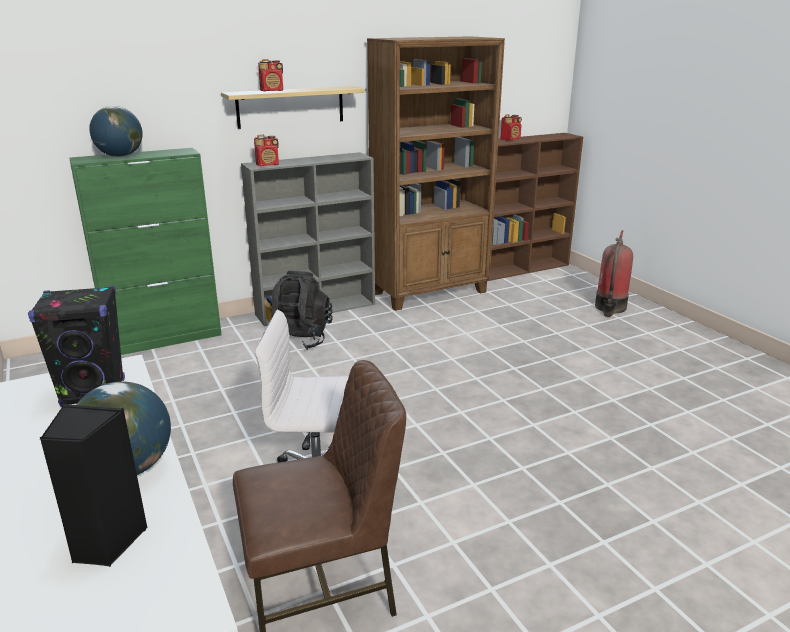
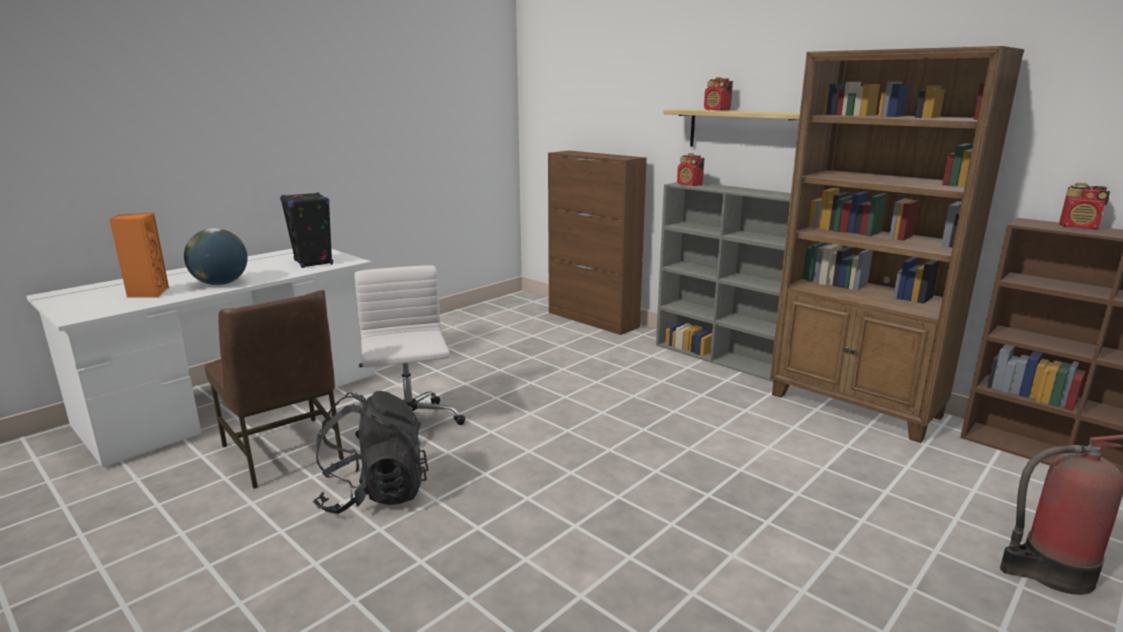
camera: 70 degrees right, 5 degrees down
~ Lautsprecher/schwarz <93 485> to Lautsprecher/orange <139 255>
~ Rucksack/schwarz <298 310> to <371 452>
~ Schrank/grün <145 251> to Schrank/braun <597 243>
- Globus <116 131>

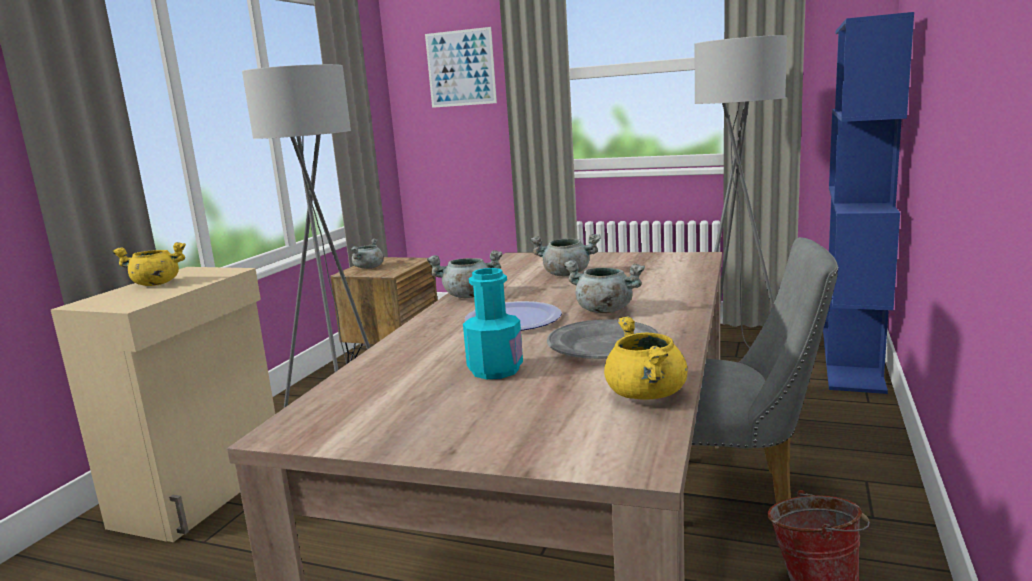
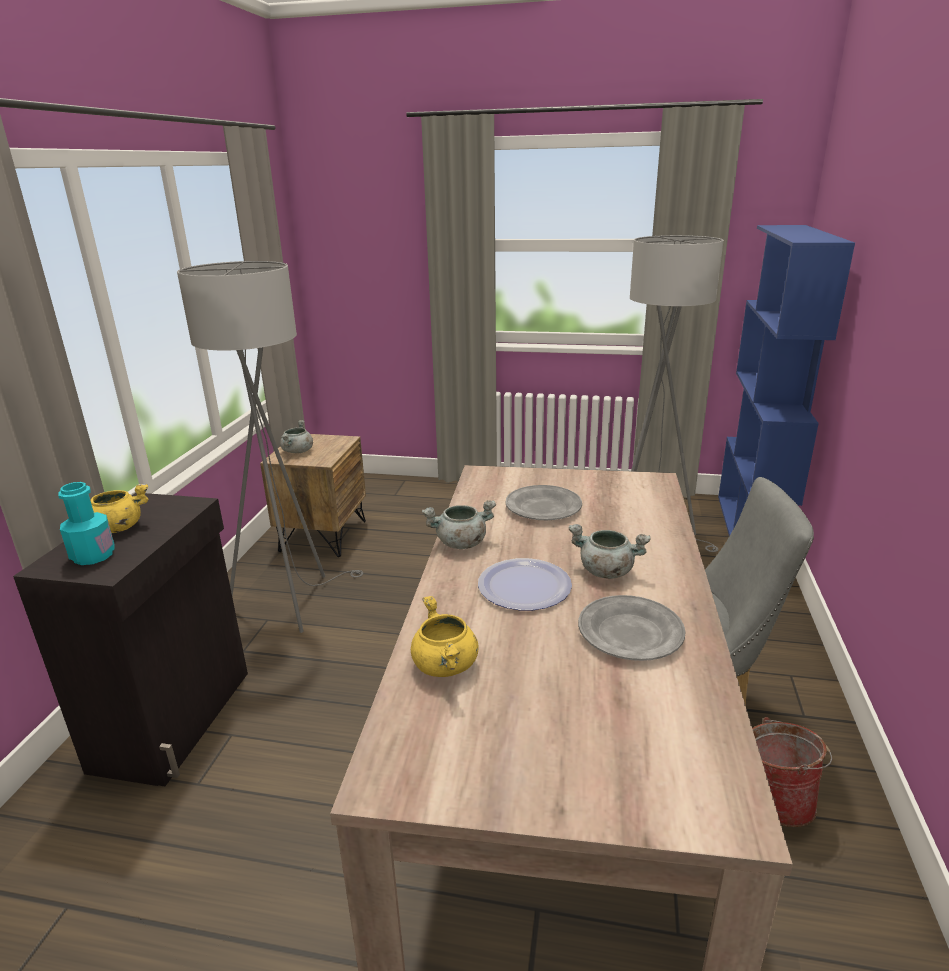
camera: 10 degrees left, 10 degrees up
~ Schrank/beige <162 404> to Schrank/schwarz <130 639>
~ Flasche/türkis <493 323> to <86 523>
~ Kochtopf/gelb <645 358> to <445 636>
~ Kochtopf/grau <565 255> to Teller/grau <543 502>
- Bild <461 67>

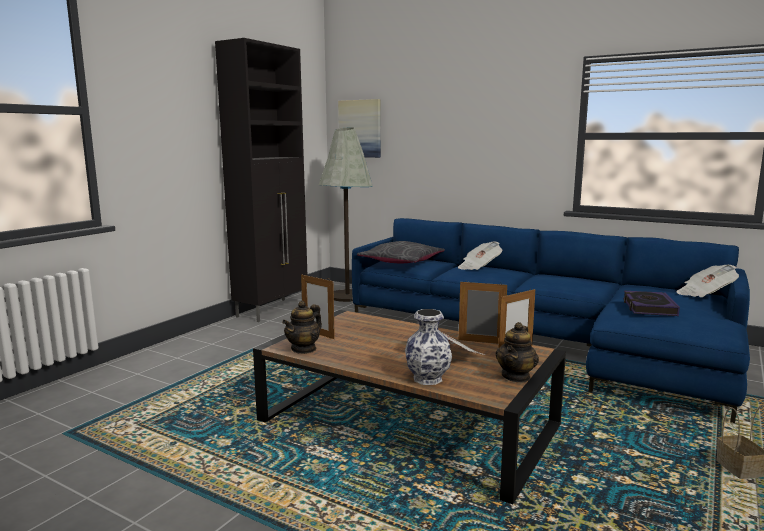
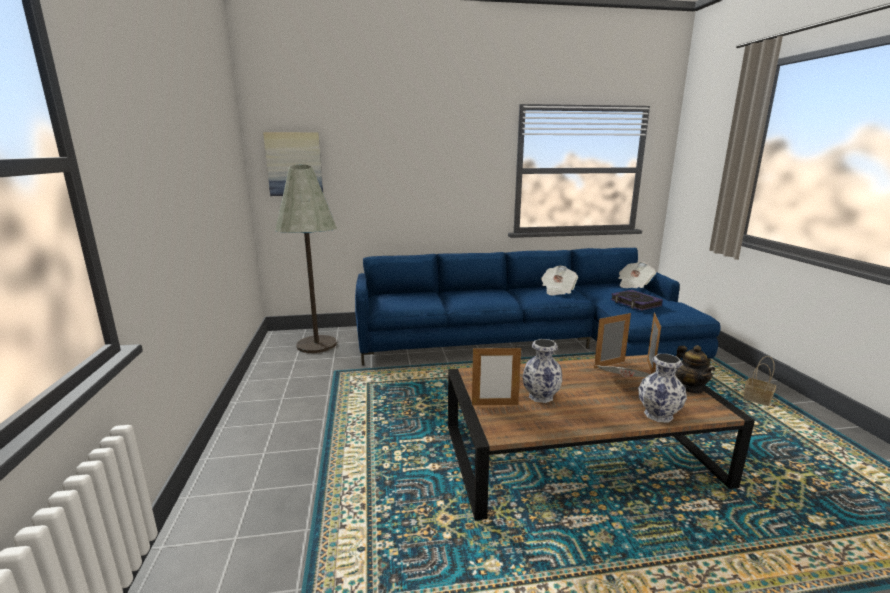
camera: 40 degrees left, 5 degrees up
+ Vase <542 371>
~ Zeitung <480 256> to <559 280>
- Schrank/schwarz <261 180>
- Teekanne <302 327>
- Kissen/grau <401 252>

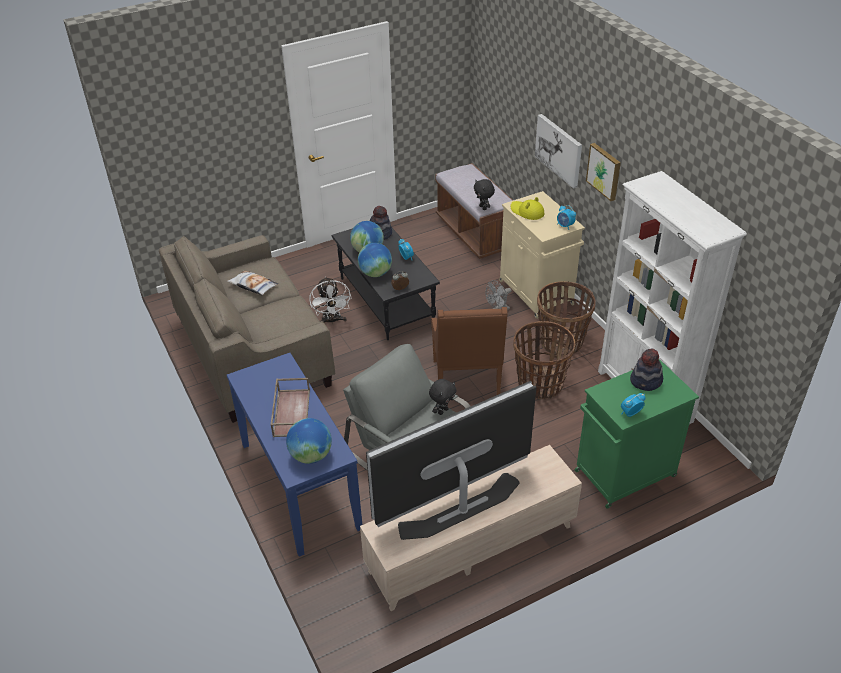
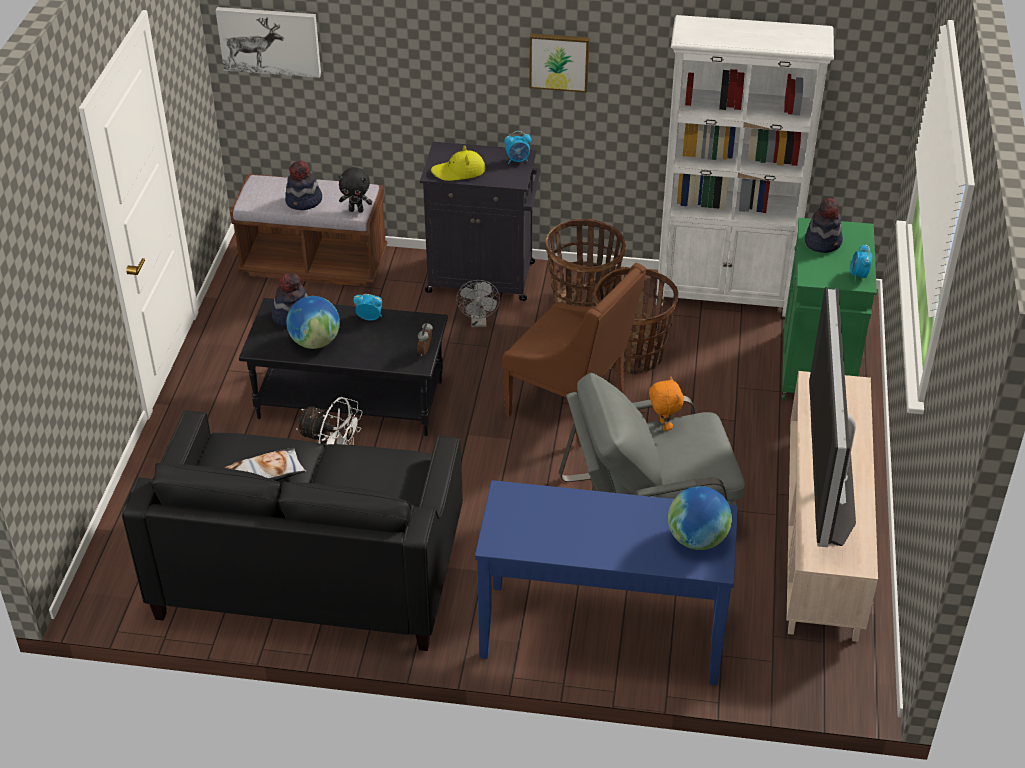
camera: 55 degrees left, 0 degrees up
~ Sofa/beige <247 329> to Sofa/schwarz <292 530>
~ Bild <558 151> to <268 42>
+ Hut <303 185>
~ Schrank/beige <542 255> to Schrank/schwarz <480 221>
~ Plüschtier/schwarz <442 397> to Plüschtier/orange <666 404>
- Tablett/braun <290 407>
- Globus <375 260>

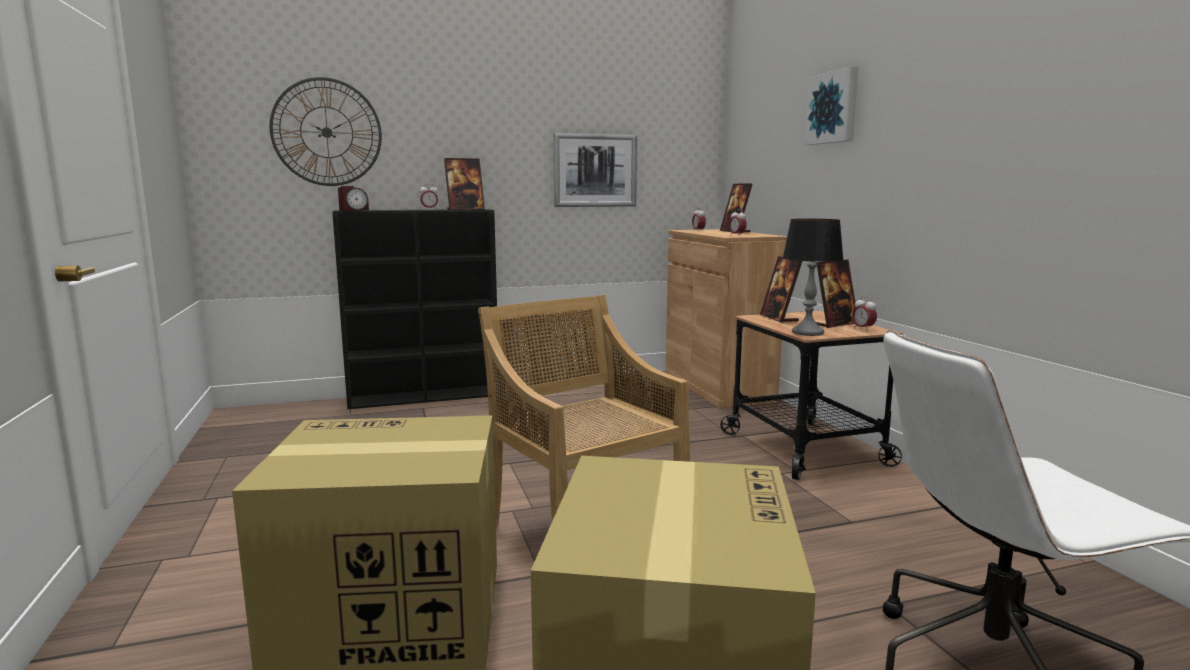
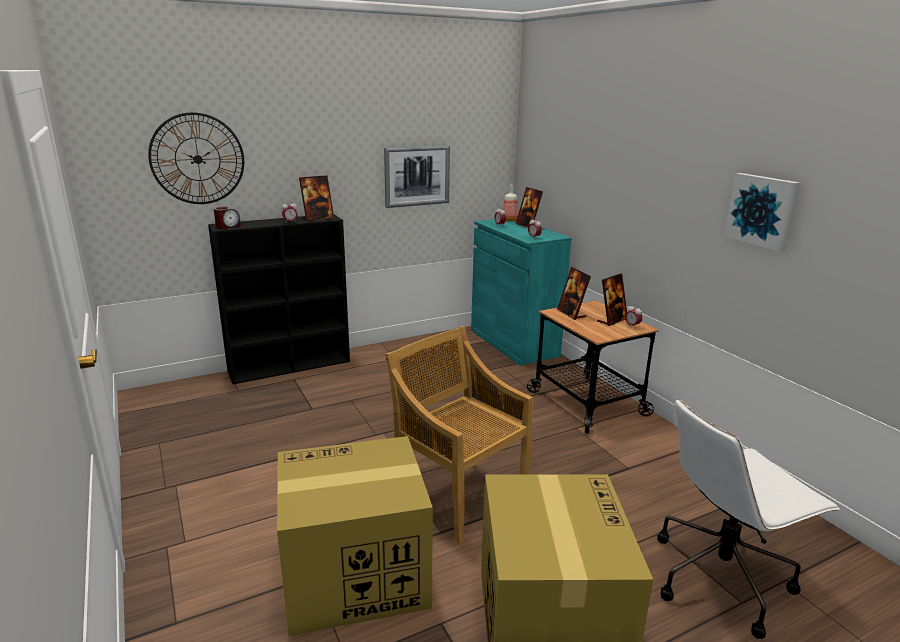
camera: 10 degrees left, 10 degrees up
~ Schrank/braun <726 318> to Schrank/türkis <521 292>
+ Flasche <511 203>
~ Bild <831 105> to <762 212>
- Tischlampe <813 277>

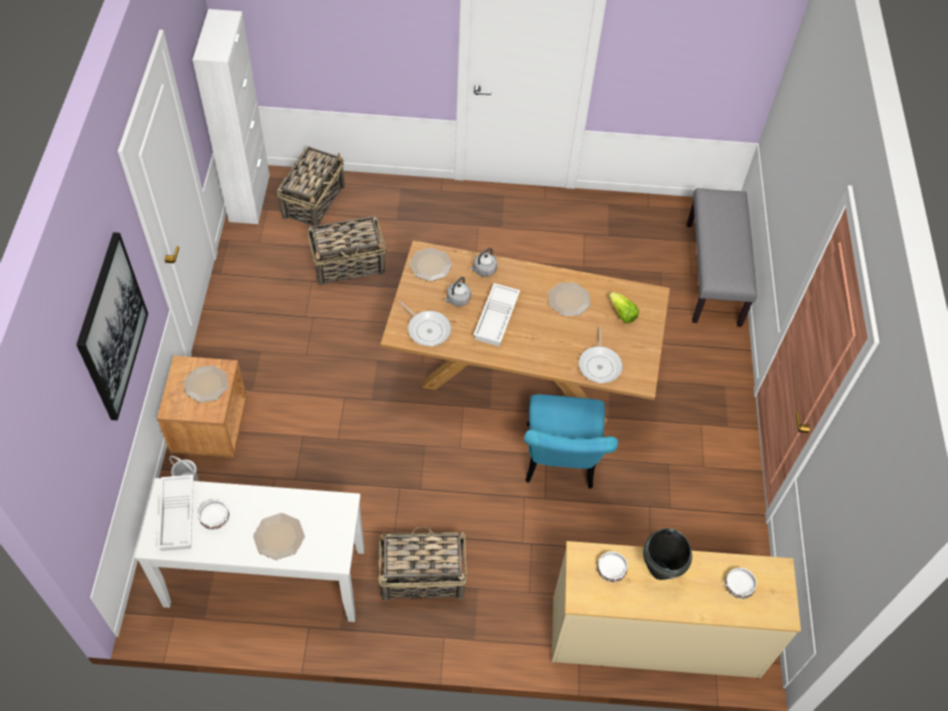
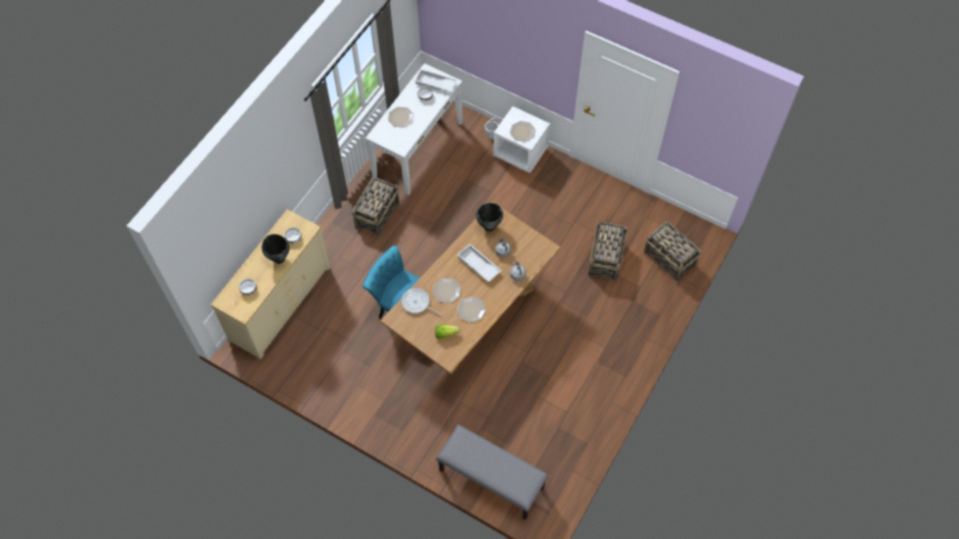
camera: 120 degrees right, 5 degrees up
~ Teller <430 264> to <447 290>
~ Pfanne <424 323> to Kochtopf/schwarz <489 217>
~ Nachttisch/braun <202 407> to Nachttisch/weiß <521 139>
- Bild <112 326>
- Schrank/weiß <231 116>

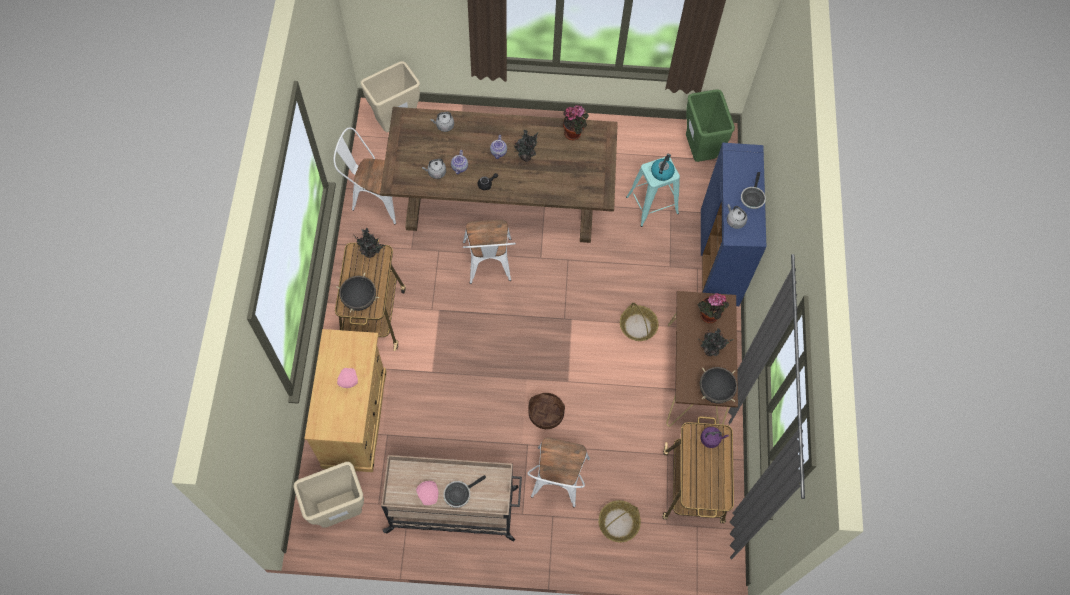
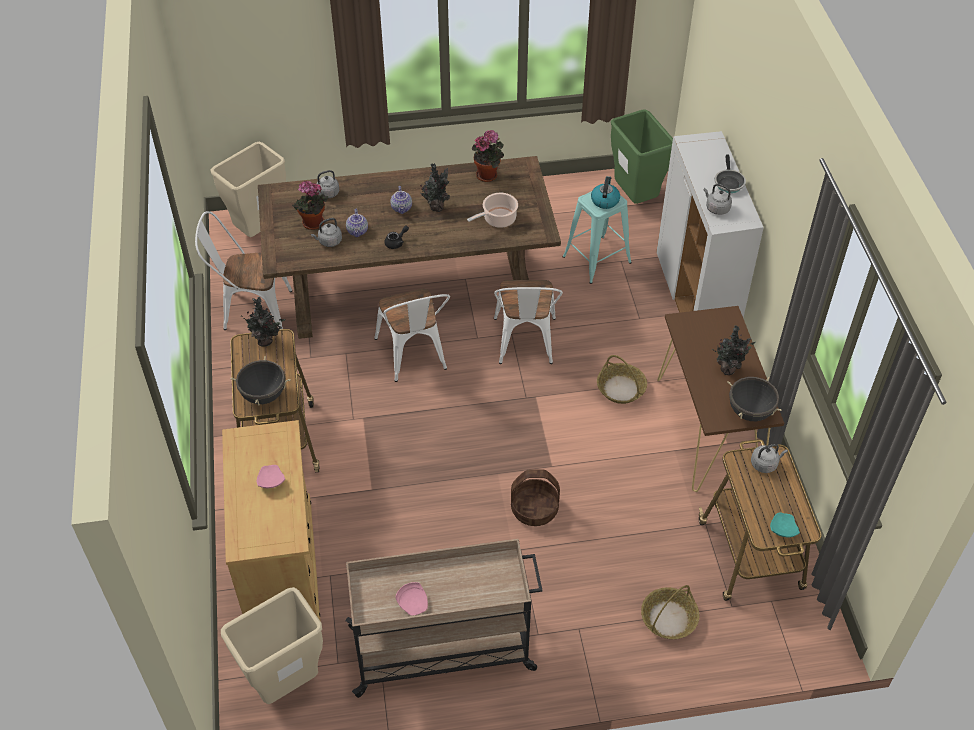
camera: 10 degrees left, 15 degrees down
~ Topfpflanze <713 308> to <310 205>
+ Kochtopf <492 210>
~ Stuhl/weiß <558 472> to <528 322>
~ Schrank/blau <733 224> to Schrank/weiß <710 224>
~ Wasserkessel/lila <715 437> to Wasserkessel/grau <769 458>
+ Teller/türkis <785 525>
- Pfanne <464 491>

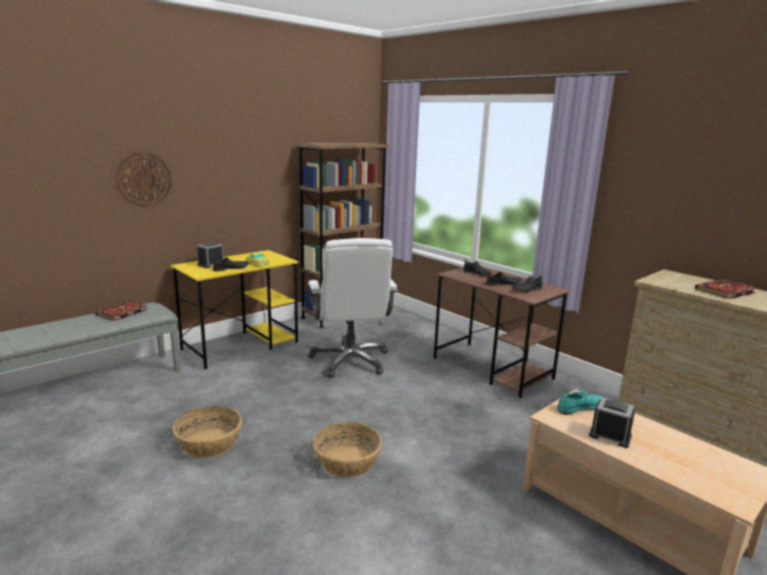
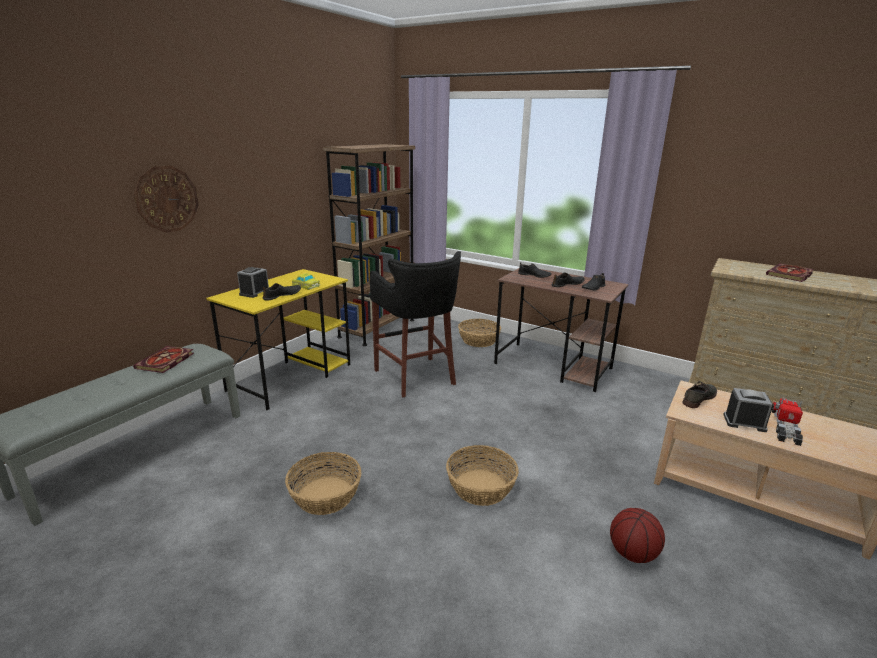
camera: 15 degrees left, 5 degrees up
~ Bürostuhl/weiß <353 308> to Hocker/schwarz <415 324>
+ Korb <479 333>
+ Basketball <637 535>
~ Schuh/türkis <579 401> to Schuh/grau <699 394>
+ Spielzeuglaster <787 421>

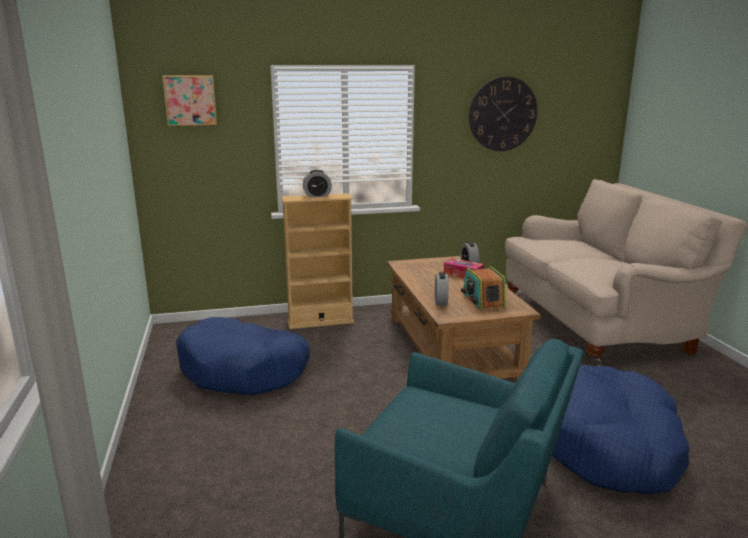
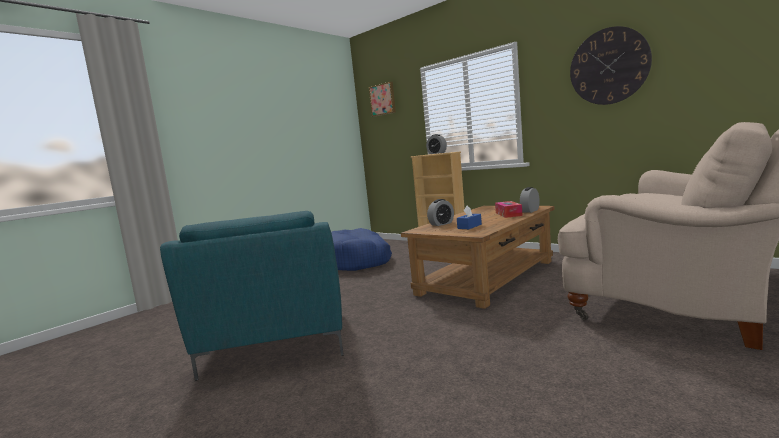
camera: 55 degrees right, 10 degrees down
~ Radio <483 288> to Taschentuchbox/blau <469 217>
- Hundebett/blau <621 430>

